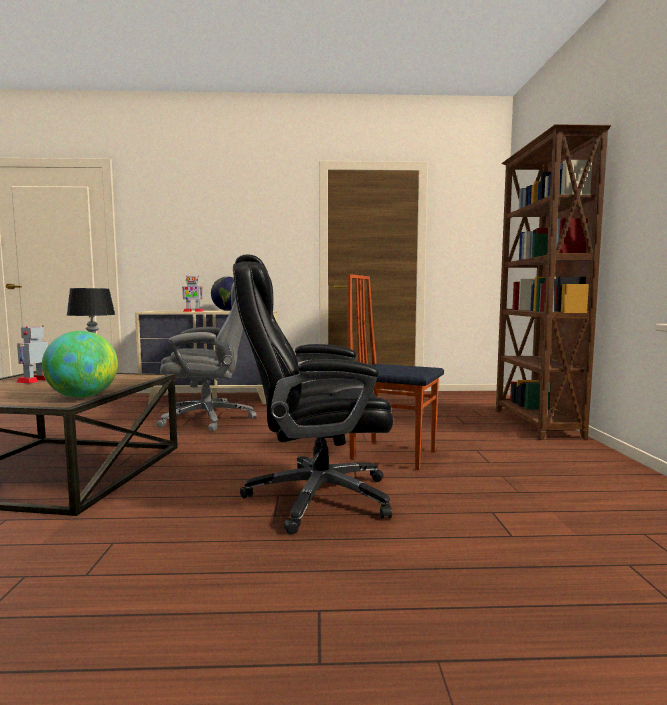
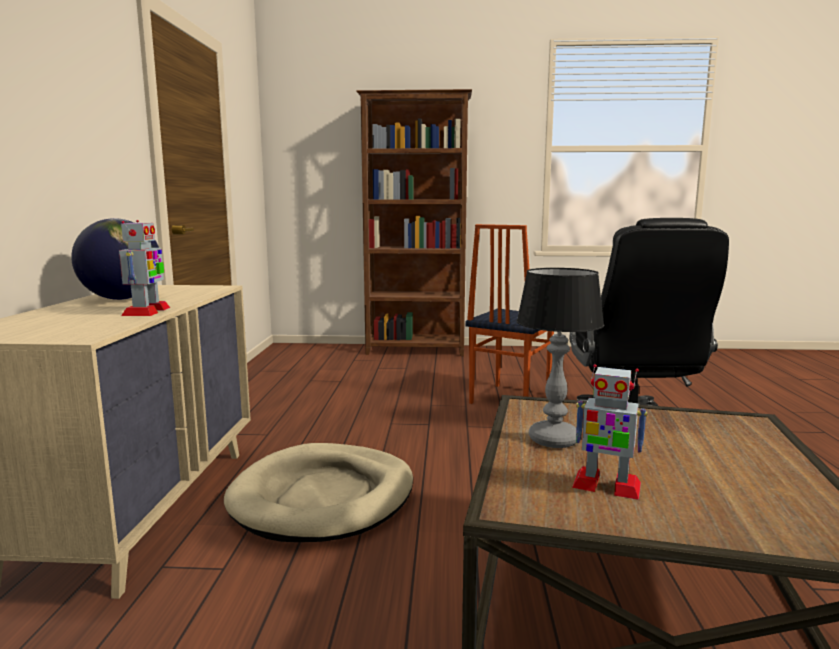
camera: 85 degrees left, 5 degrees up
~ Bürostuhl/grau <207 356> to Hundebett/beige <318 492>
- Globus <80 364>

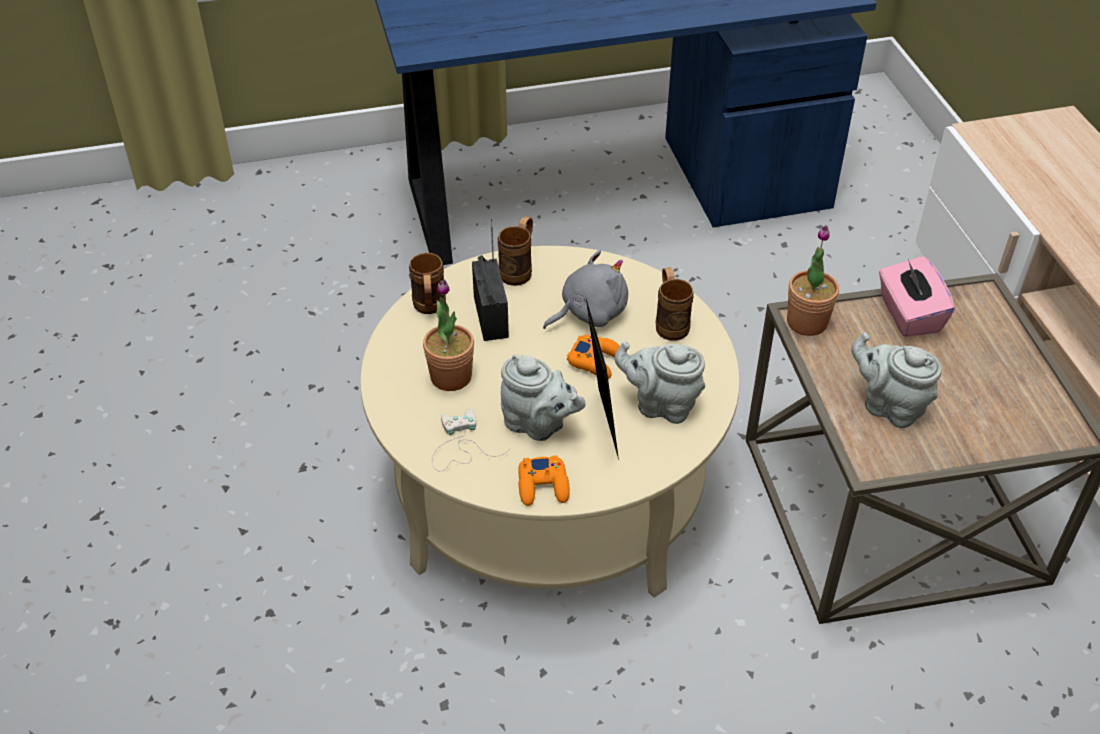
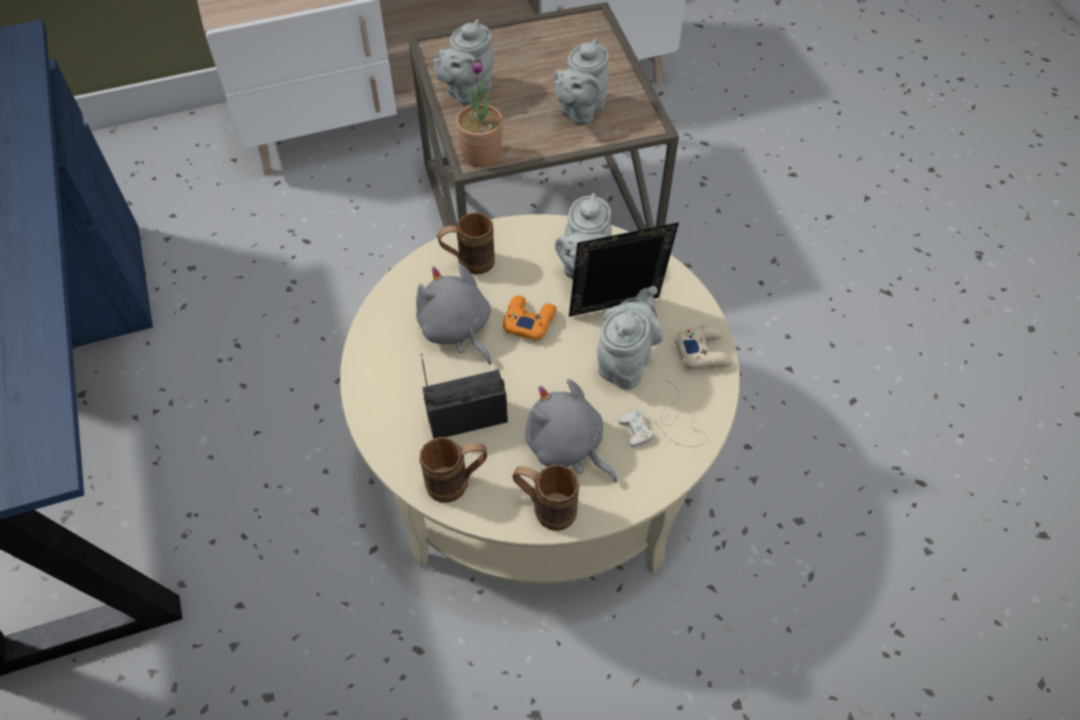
camera: 95 degrees left, 10 degrees up
~ Taschentuchbox/rosa <917 296> to Teekanne/grau <463 62>
~ Henkelbecher/braun <515 251> to <545 497>
~ Topfpflanze <448 335> to Plüschtier/grau <571 430>
~ Gamepad/orange <544 481> to Gamepad/beige <703 347>

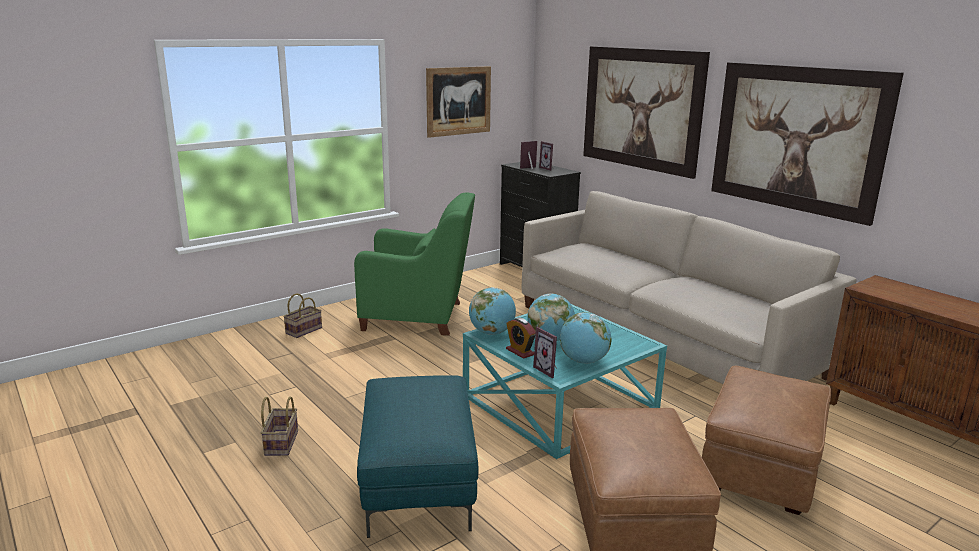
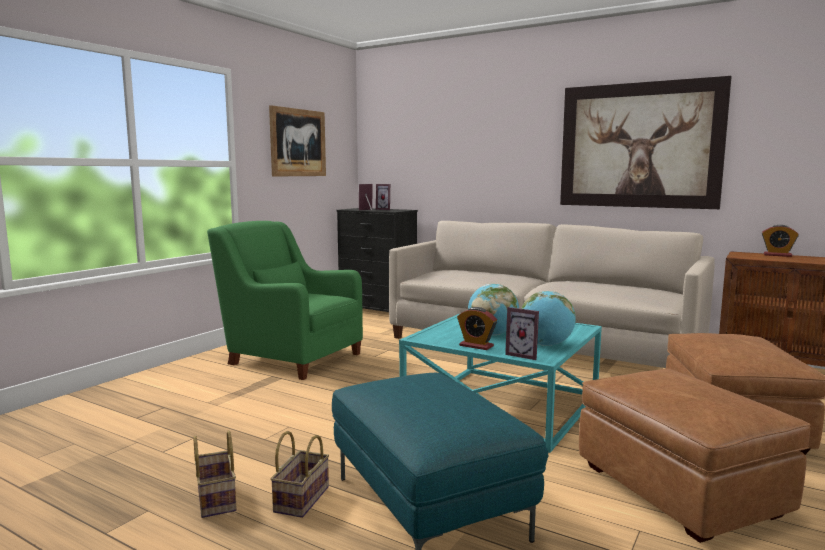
camera: 20 degrees left, 10 degrees down
~ Sessel/grün <414 264> = <285 300> 135 degrees counterclockwise
~ Korb <302 315> to <300 474>
+ Wecker <780 241>
- Globus <492 311>
- Bild <646 112>

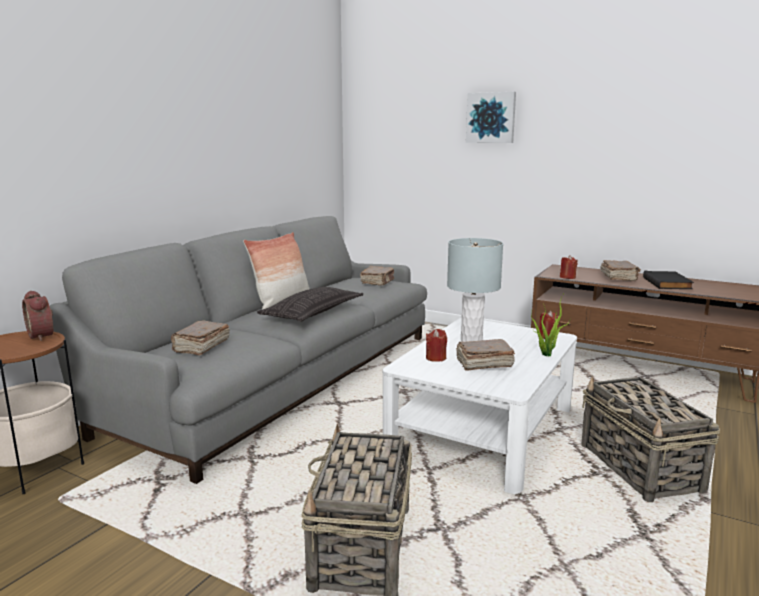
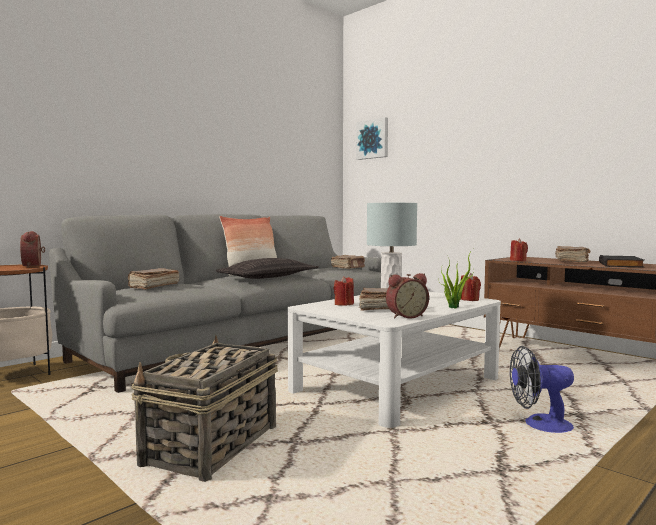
camera: 15 degrees right, 10 degrees down
~ Bild <491 117> to <372 138>
+ Wecker <407 296>
~ Korb <650 438> to Ventilator <542 389>

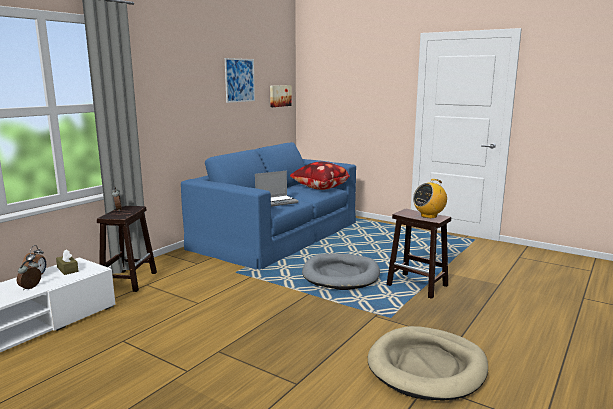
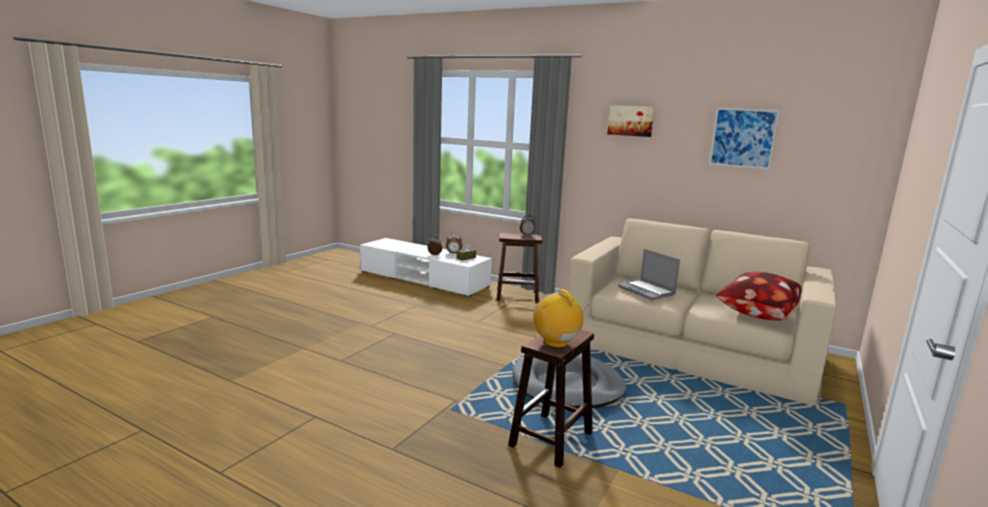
camera: 85 degrees right, 0 degrees up
~ Sofa/blau <268 206> to Sofa/beige <702 312>
~ Bild <281 96> to <630 121>
- Hundebett/beige <428 363>

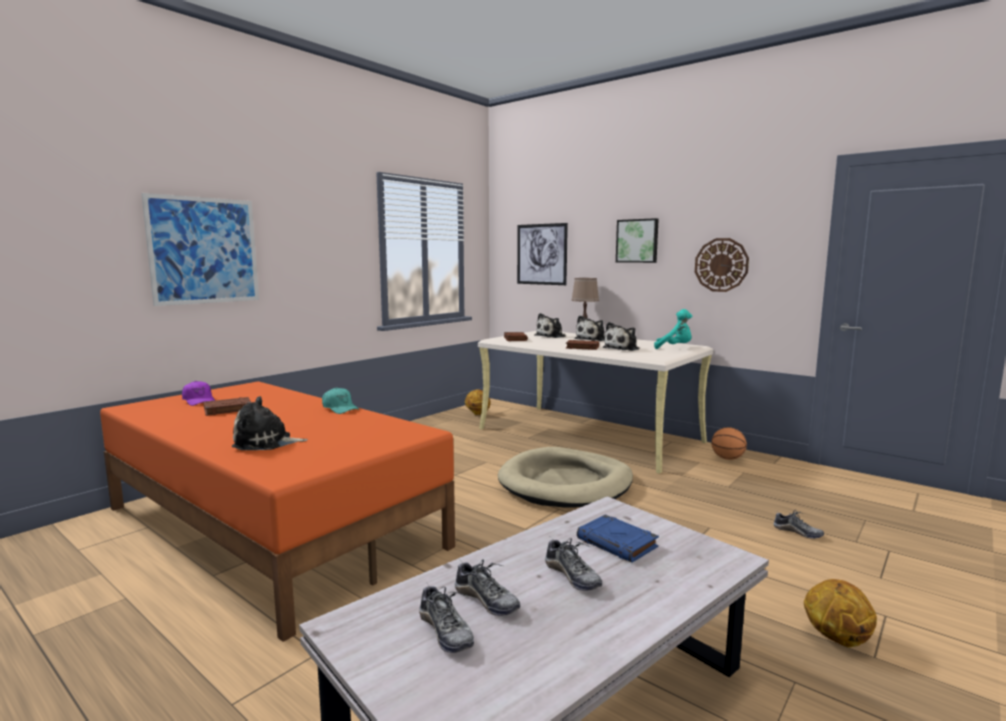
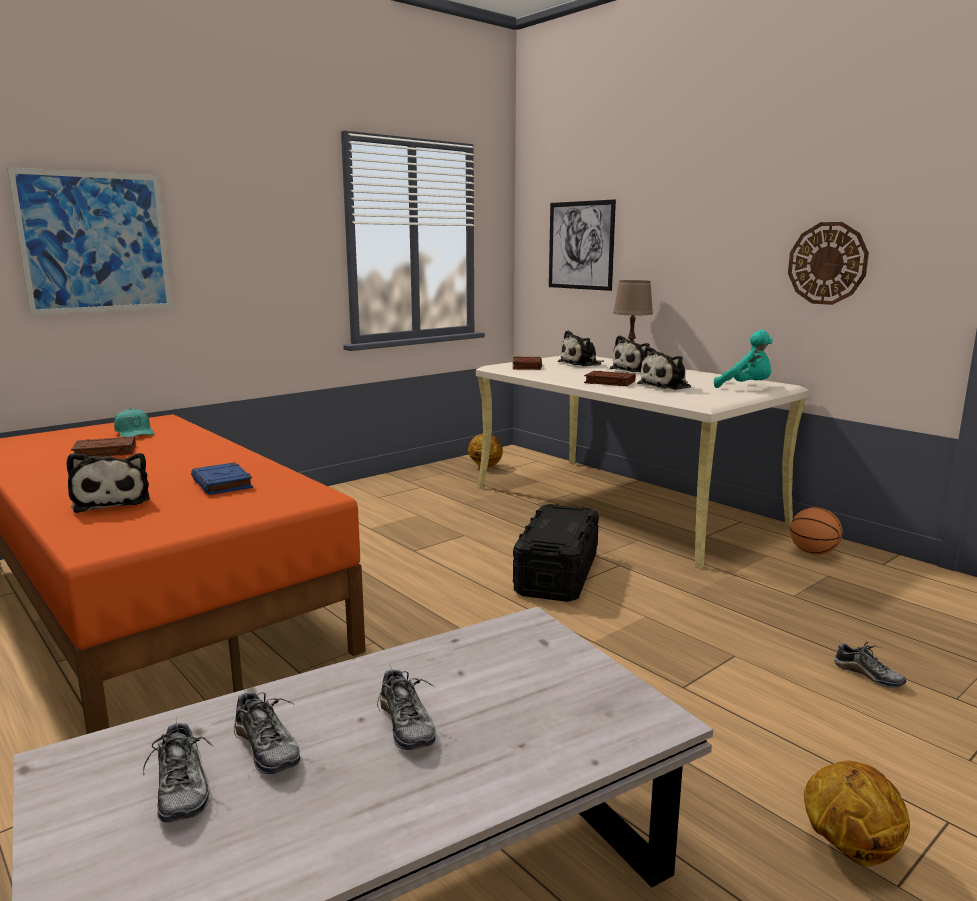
camera: 10 degrees right, 5 degrees up
~ Plüschtier <270 423> = <108 483> 120 degrees counterclockwise
~ Kappe/türkis <340 400> to <134 422>
~ Buch/blau <618 538> to <222 478>
~ Hundebett/beige <565 477> to Aufbewahrungsbox/schwarz <556 553>
- Kappe/lila <198 393>
- Bild <637 240>

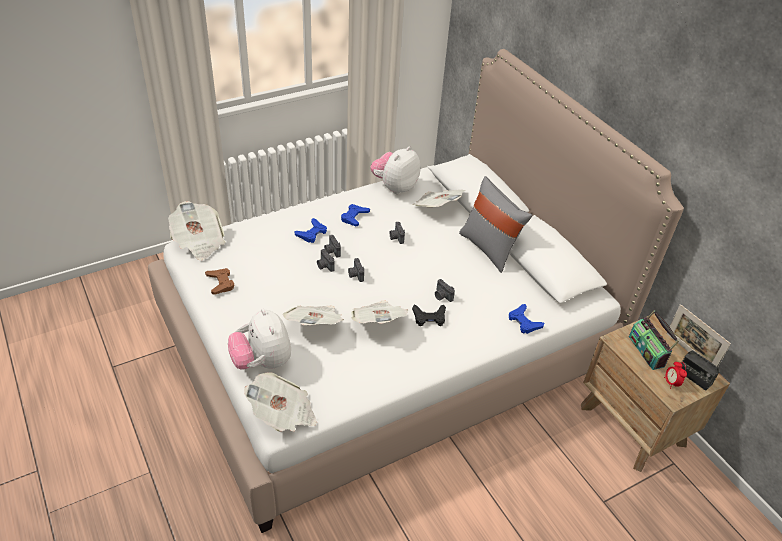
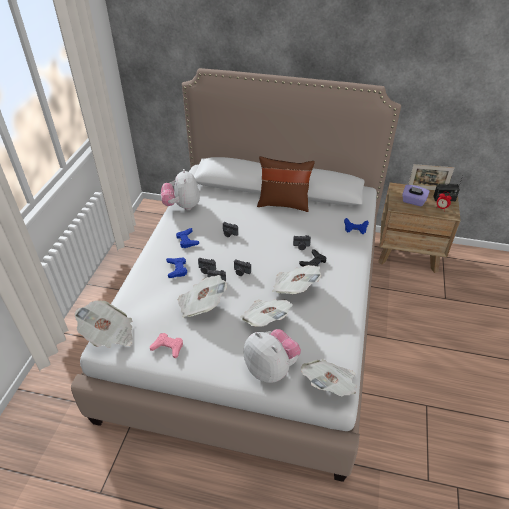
camera: 45 degrees left, 0 degrees up
~ Gamepad/braun <219 281> to Gamepad/rosa <166 345>
~ Zeitung <439 198> to <202 296>
~ Plüschtier <259 339> = <272 356> 150 degrees counterclockwise
~ Kissen/grau <495 224> to Kissen/braun <286 184>
~ Radio <654 340> to Taschentuchbox/lila <416 196>

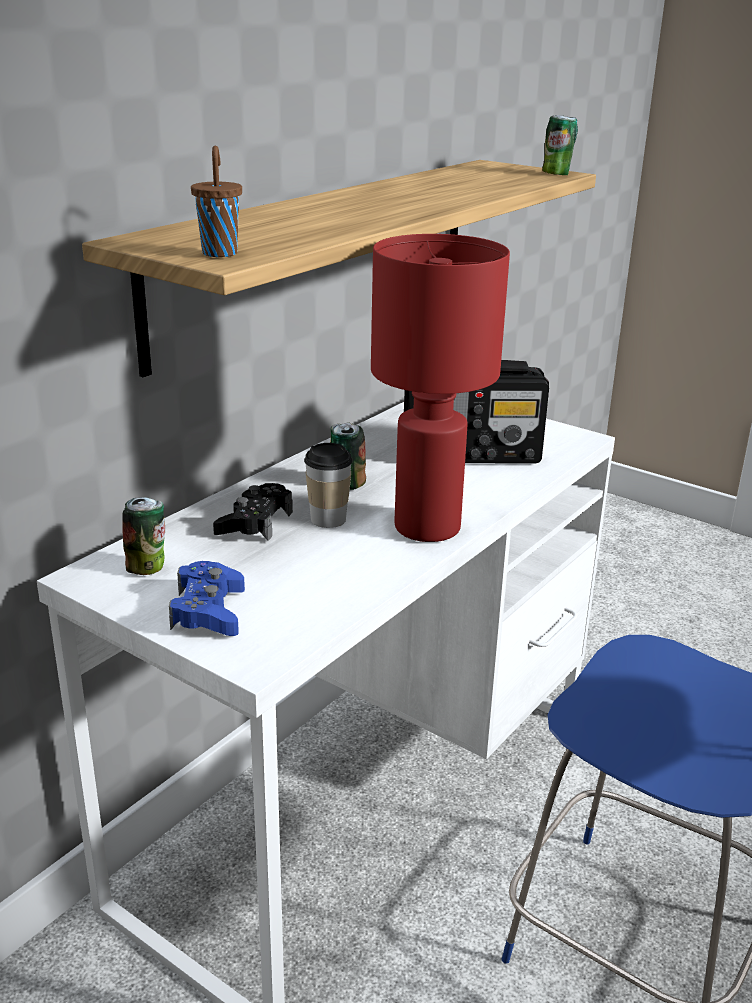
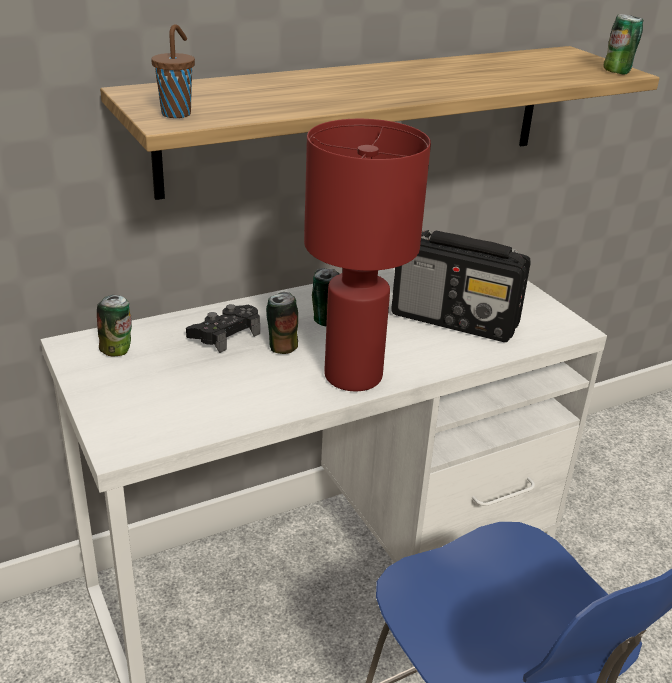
camera: 25 degrees right, 5 degrees up
~ Tasse <328 485> to Dose <282 323>
- Gamepad/blau <207 598>

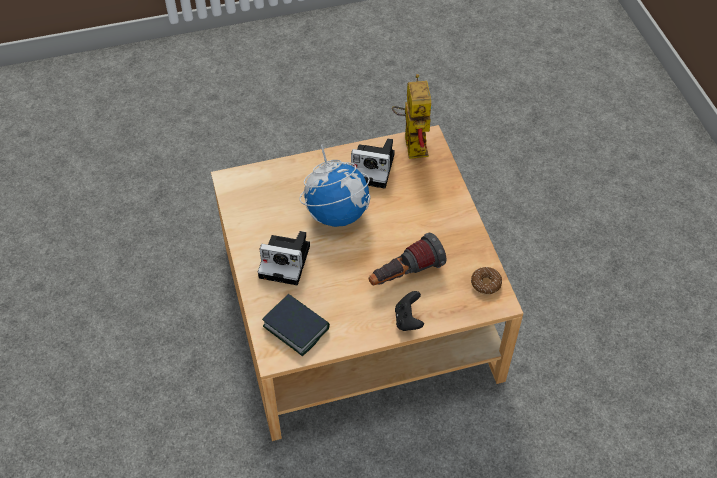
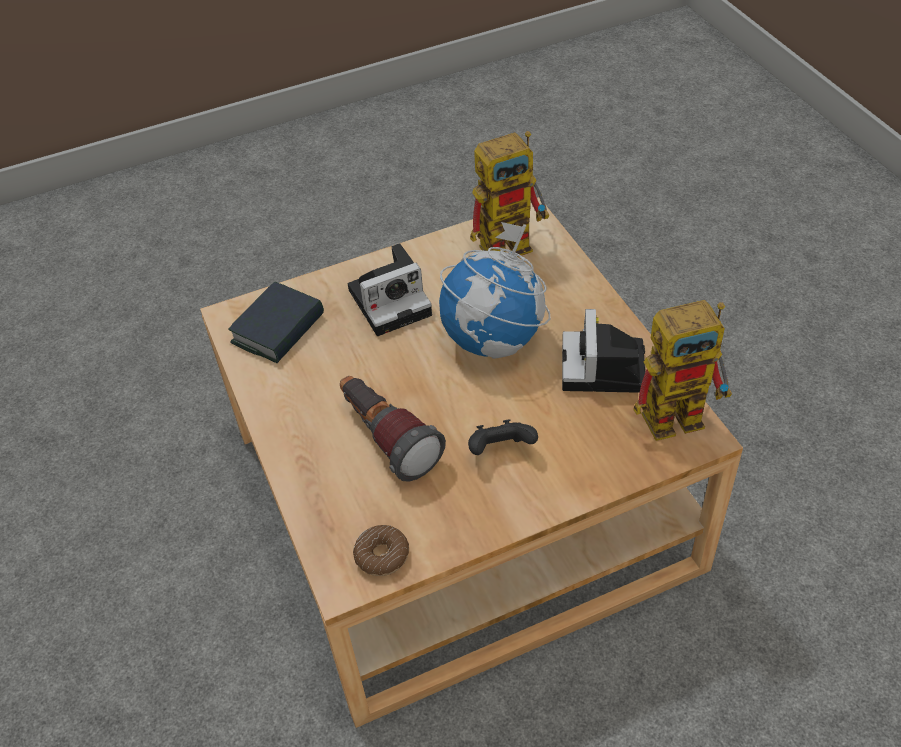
camera: 85 degrees right, 5 degrees down
~ Kamera <284 258> = <390 289> 120 degrees counterclockwise
~ Gamepad/schwarz <409 311> to <503 437>
+ Spielzeugroboter <509 194>

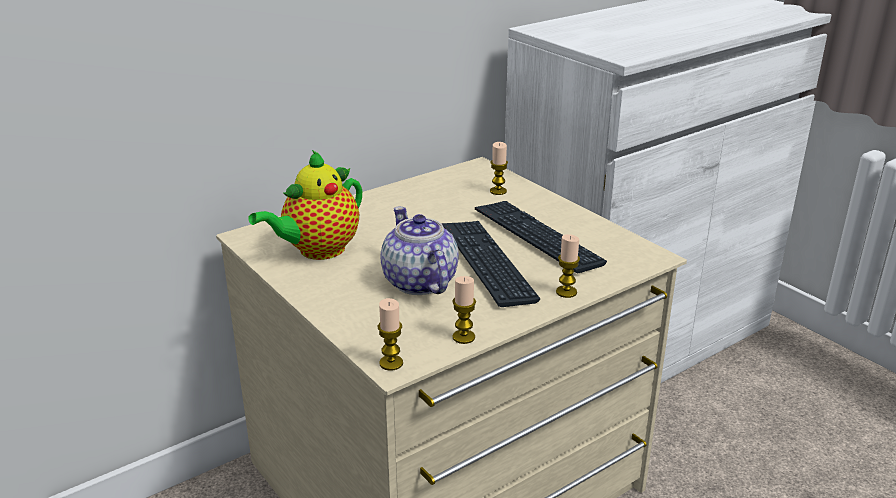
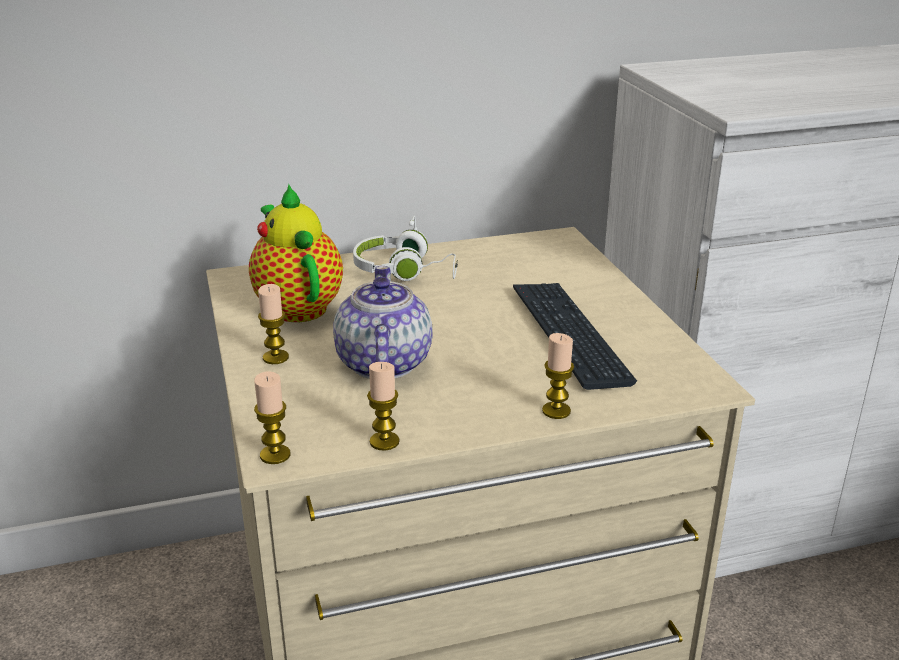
camera: 20 degrees right, 0 degrees up
~ Teekanne <305 205> = <296 253> 90 degrees clockwise
~ Kerze <499 168> to <273 324>
+ Kopfhörer/weiß <405 248>
- Tastatur <491 264>

